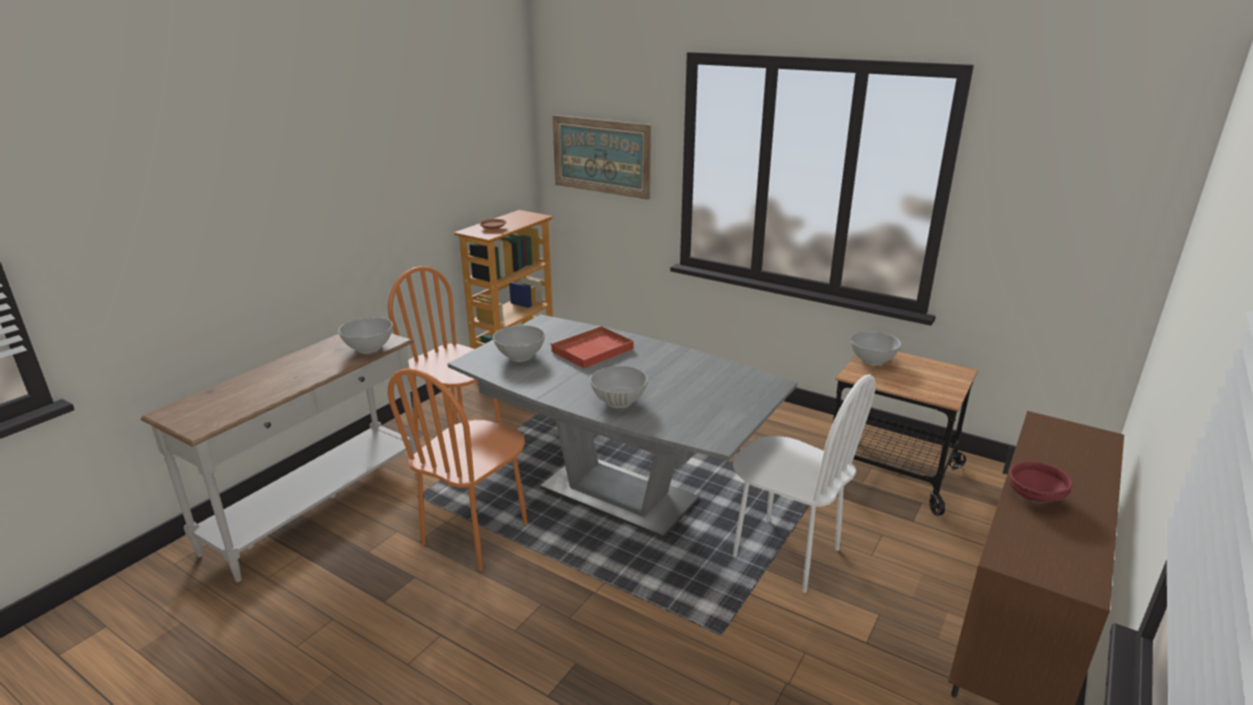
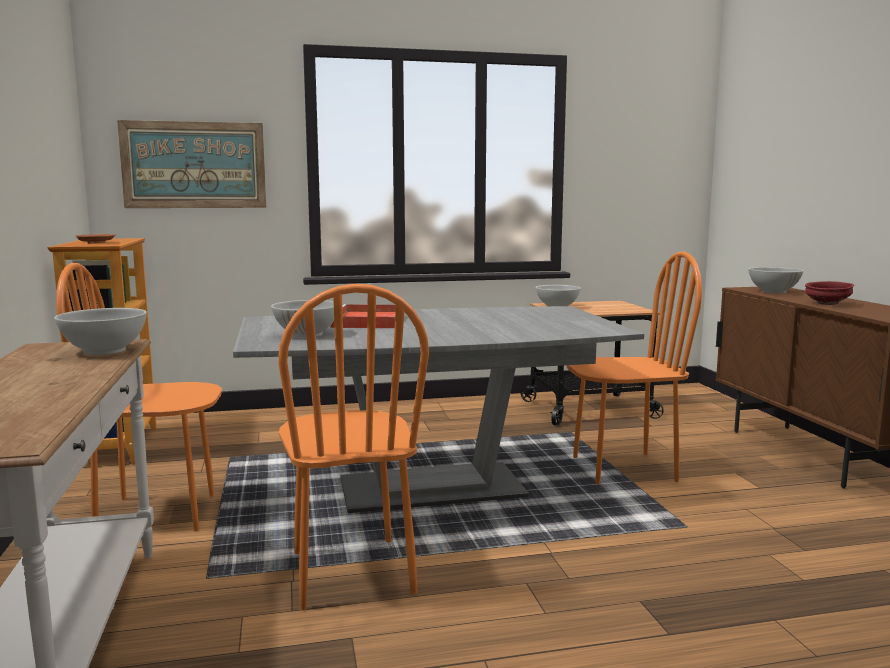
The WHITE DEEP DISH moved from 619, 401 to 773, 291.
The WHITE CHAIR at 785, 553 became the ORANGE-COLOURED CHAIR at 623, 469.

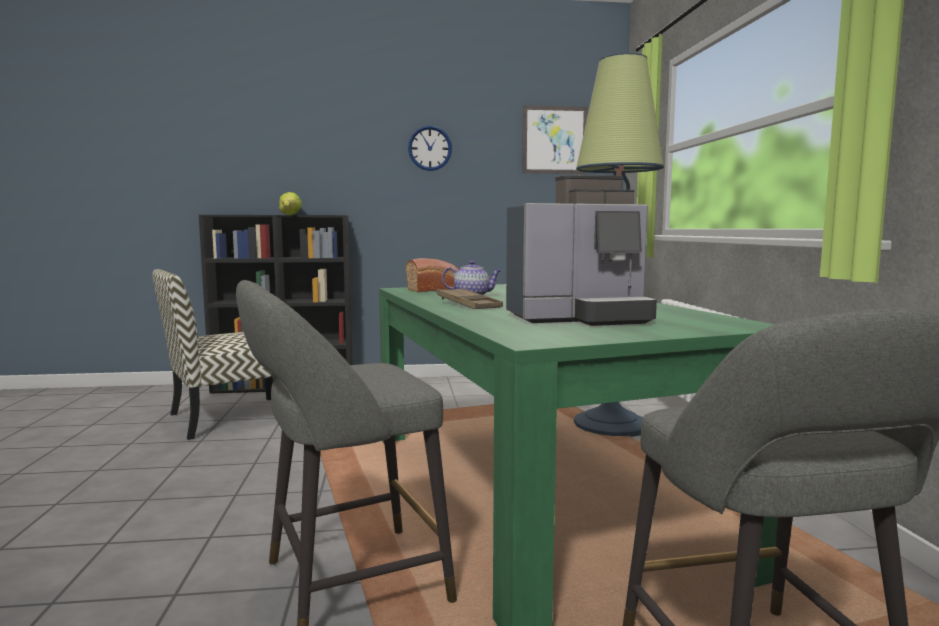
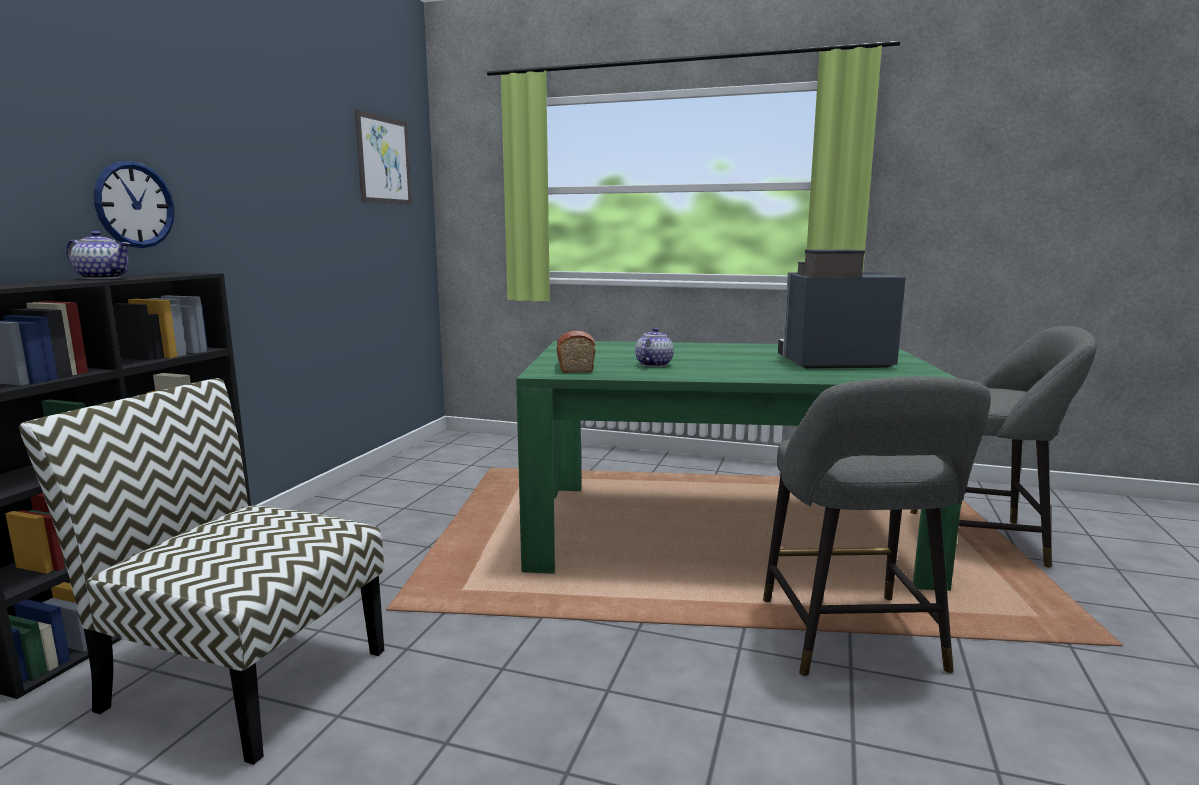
The FLOOR LAMP at 610, 425 disappeared.
The WALL CLOCK moved from 430, 148 to 135, 205.
The COFFEE BREWER at 580, 318 turned 105 degrees counterclockwise.
The HEAD OF LETTUCE at 290, 214 was replaced by the POT FOR TEA at 104, 278.
The CHAIR at 231, 417 turned 120 degrees clockwise.
The BROWN-COLOURED CARRYING TRAY at 468, 305 disappeared.

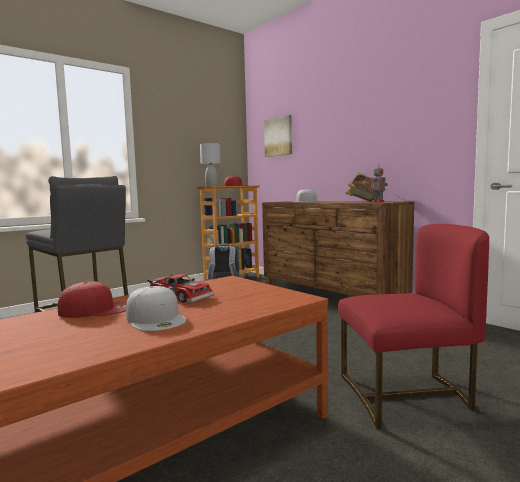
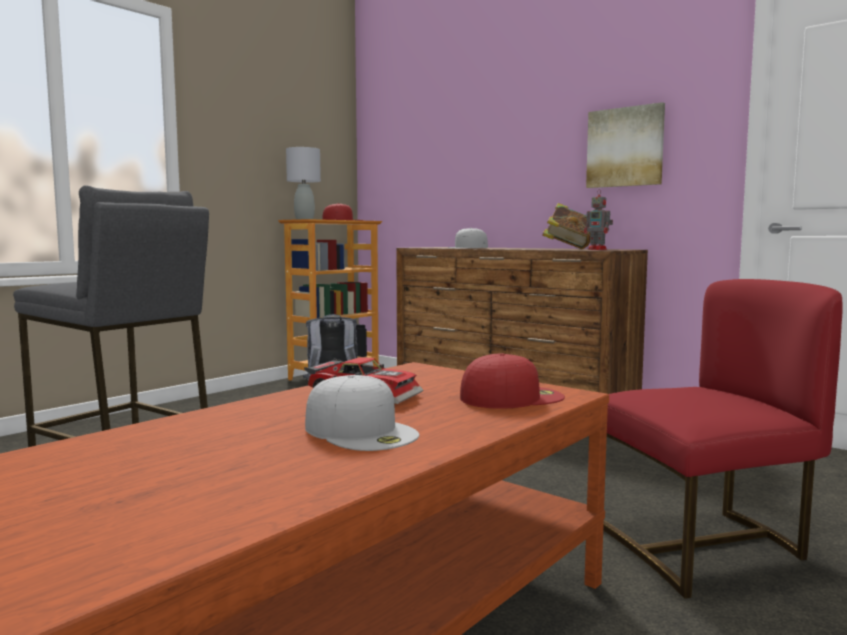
The WALL PICTURE moved from 278, 136 to 625, 147.
The RED PEAKED CAP moved from 96, 309 to 512, 397.

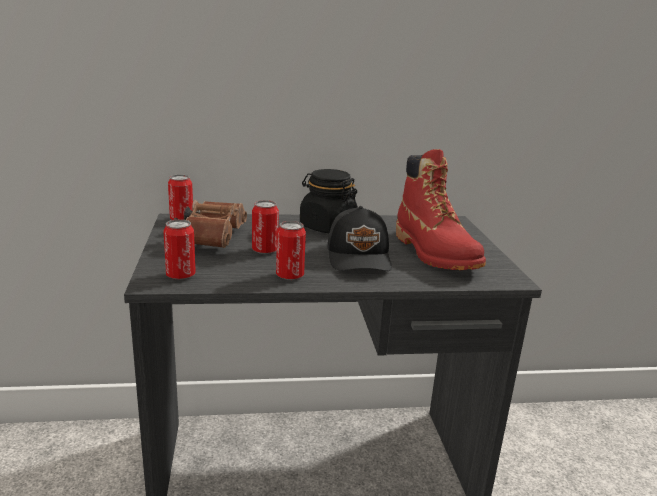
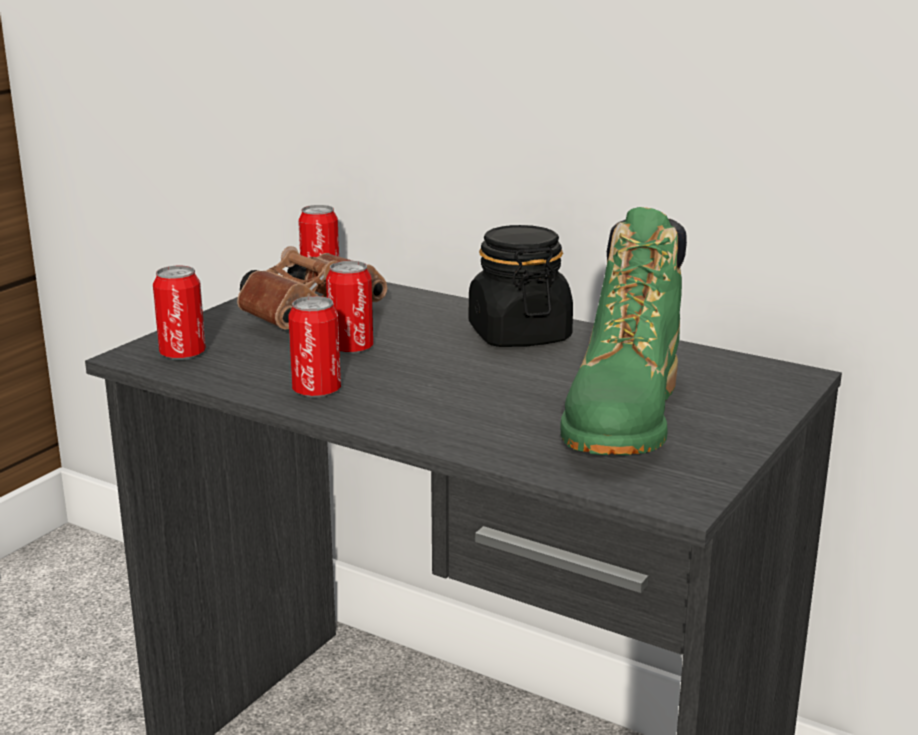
The RED HIGH-TOP BOOT at 435, 253 became the GREEN-COLOURED HIGH-TOP BOOT at 623, 419.
The BLACK-COLOURED PEAKED CAP at 360, 257 disappeared.

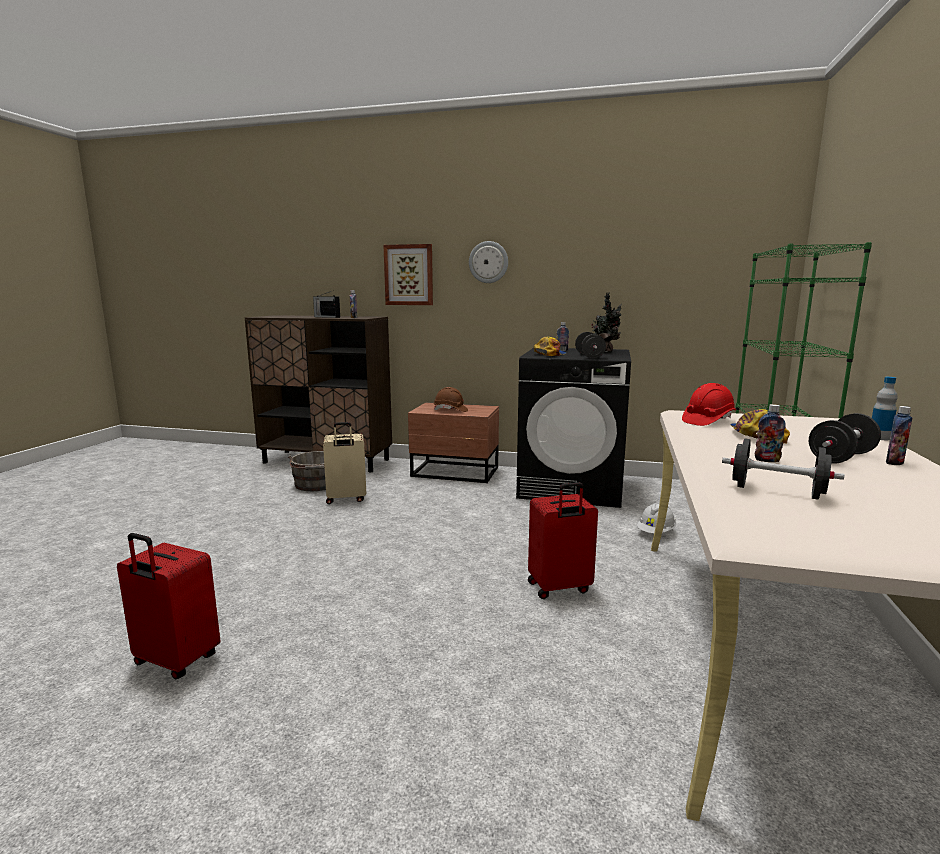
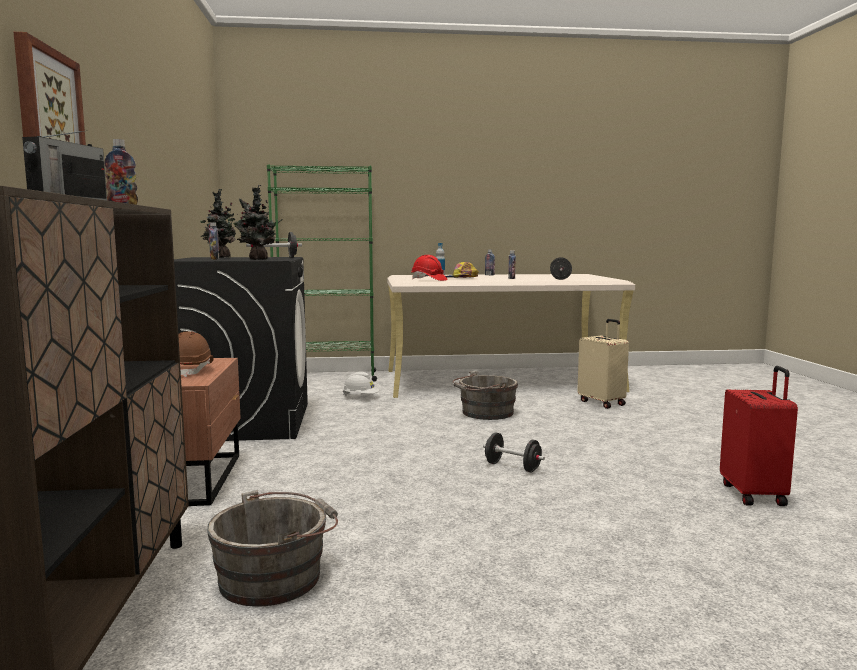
The WALL CLOCK at 488, 262 disappeared.
The PEAKED CAP at 549, 354 was replaced by the HOUSEPLANT at 257, 259.
The BLACK-COLOURED FREE WEIGHT moved from 841, 457 to 512, 467.
The BEIGE TRAVEL CASE moved from 346, 499 to 602, 403.
The RED TRAVEL CASE at 559, 588 was replaced by the GRAY PAIL at 484, 413.

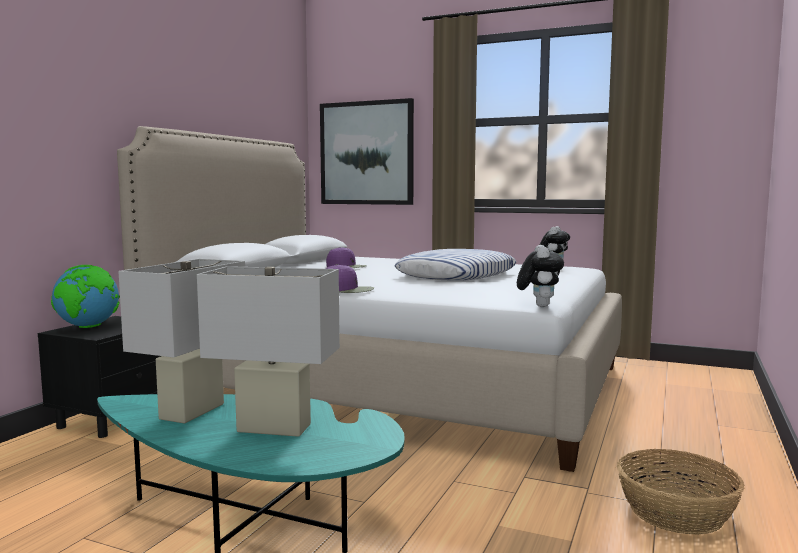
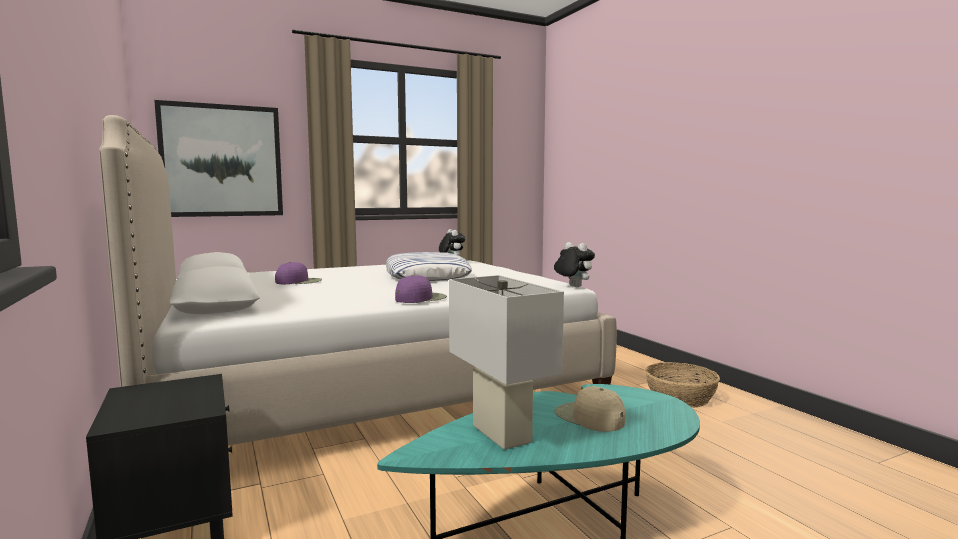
The WORLD GLOBE at 88, 327 disappeared.
The WHITE TABLETOP LAMP at 274, 428 was replaced by the BEIGE PEAKED CAP at 588, 417.

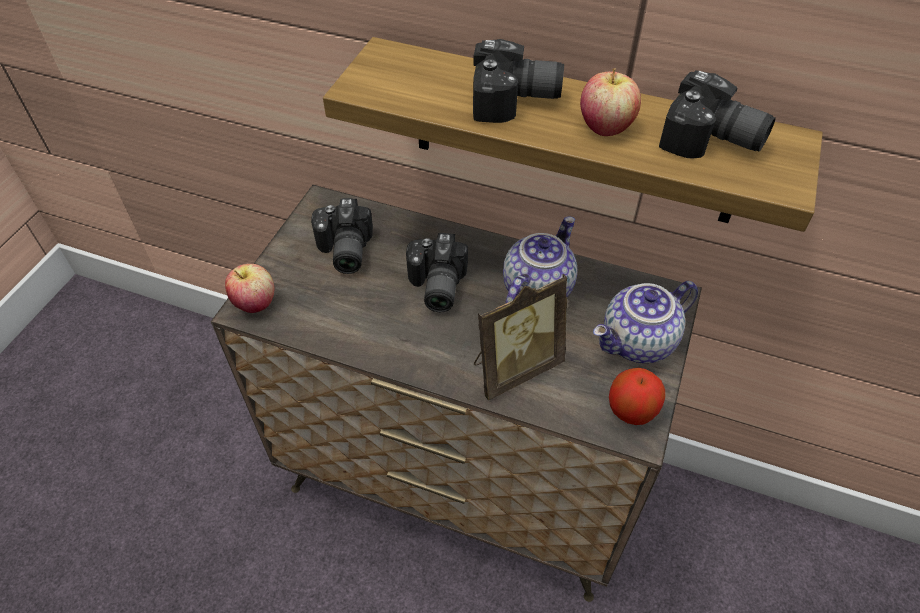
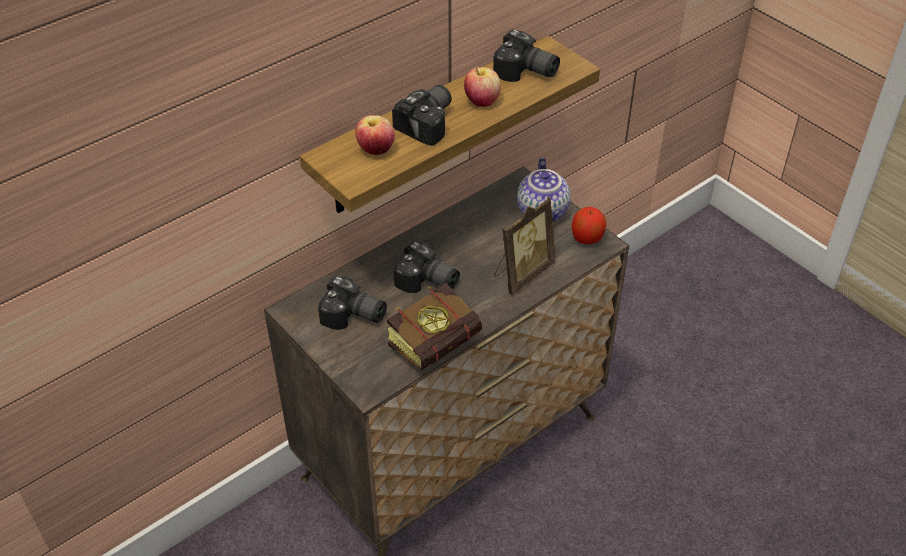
The STILL CAMERA at 711, 142 turned 60 degrees clockwise.
The POT FOR TEA at 536, 288 disappeared.
The APPLE FRUIT moved from 255, 303 to 376, 150.
The STANDING FRAME at 514, 367 turned 45 degrees clockwise.
The BOOK at 441, 341 appeared.

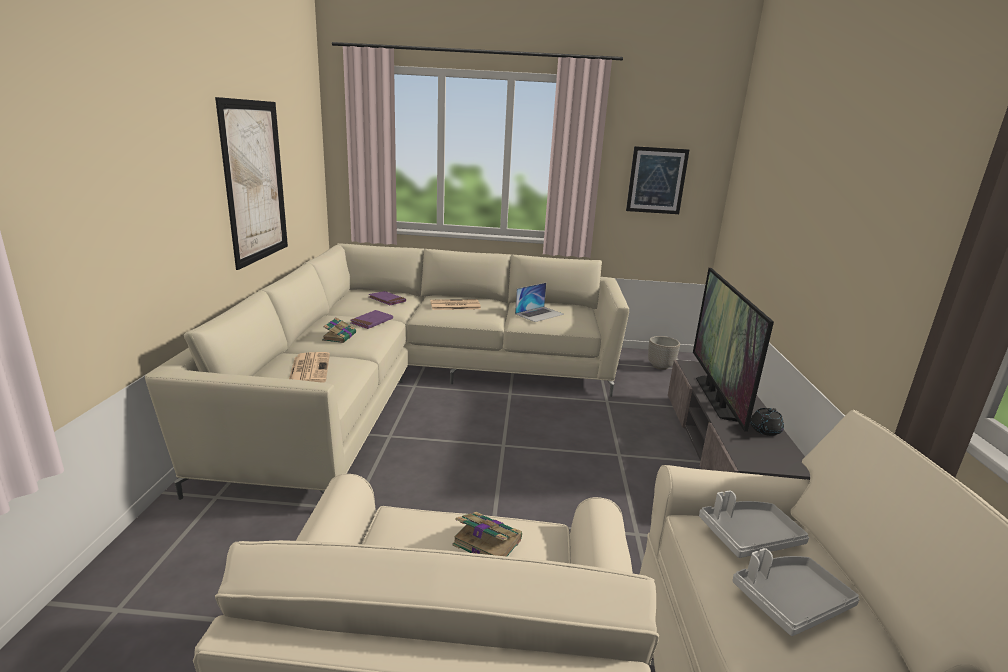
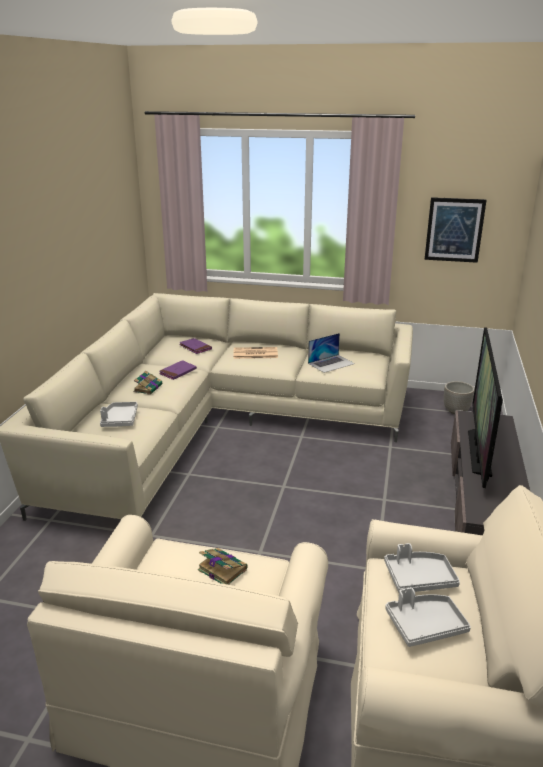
The WALL PICTURE at 255, 182 disappeared.
The DAILY PAPER at 309, 369 was replaced by the GRAY CARRYING TRAY at 120, 420.
The BLACK-COLOURED POT FOR TEA at 764, 430 disappeared.

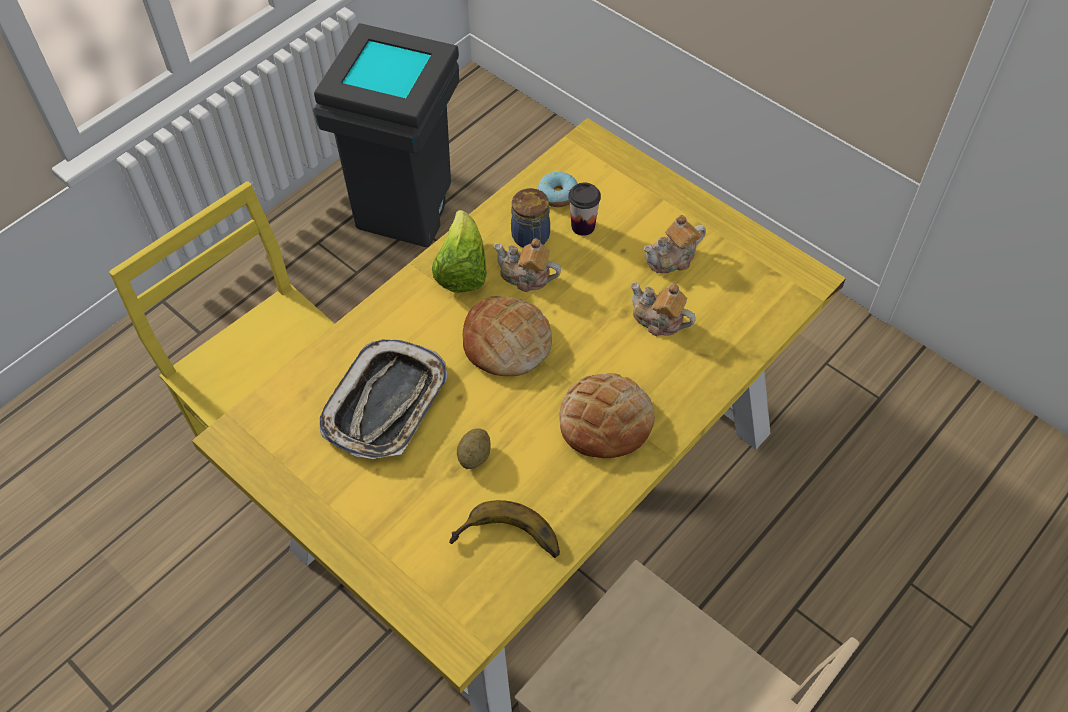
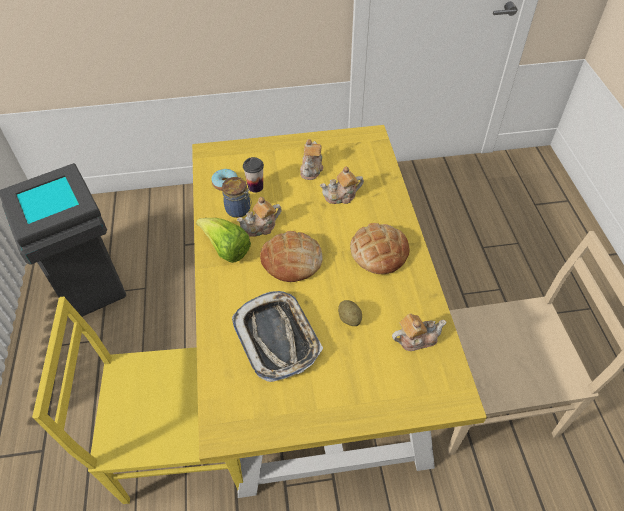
The BANANA at 507, 544 was replaced by the POT FOR TEA at 416, 339.

